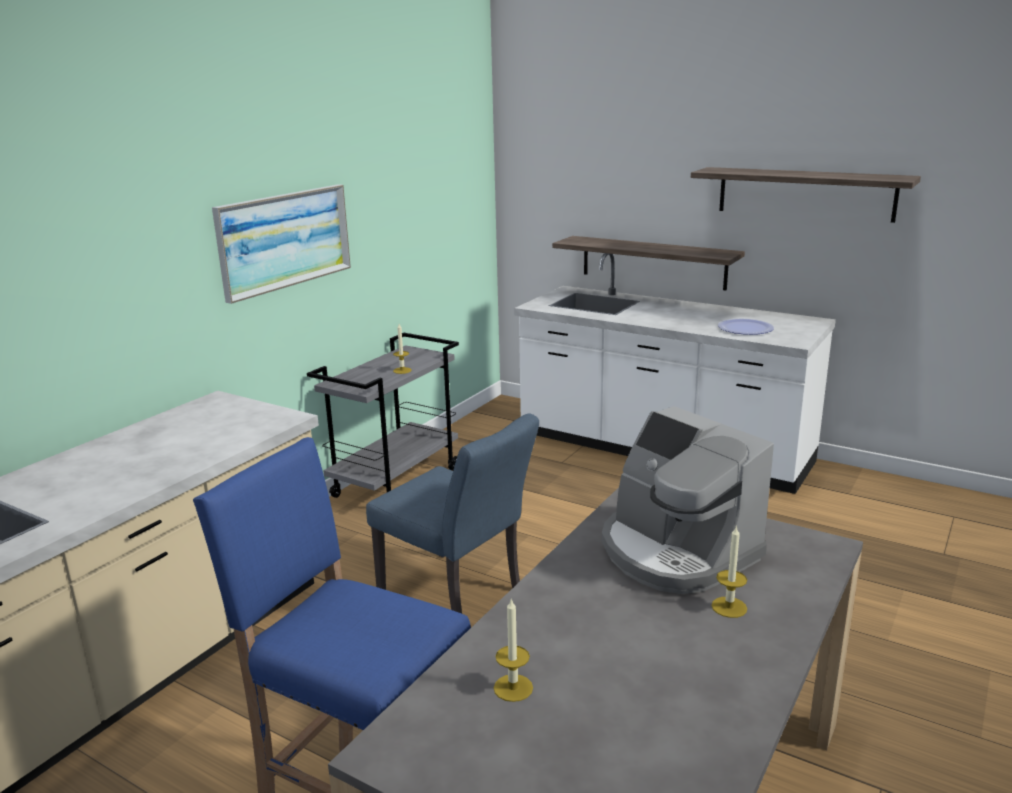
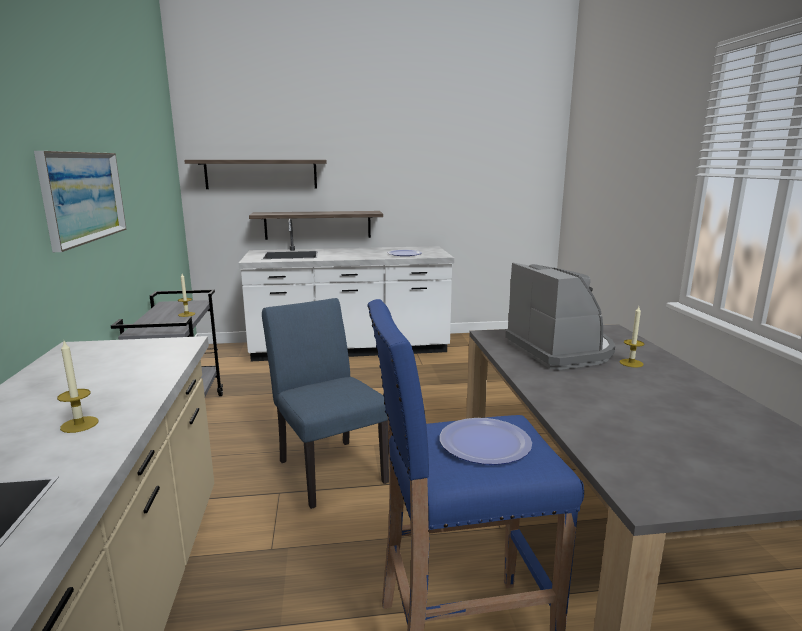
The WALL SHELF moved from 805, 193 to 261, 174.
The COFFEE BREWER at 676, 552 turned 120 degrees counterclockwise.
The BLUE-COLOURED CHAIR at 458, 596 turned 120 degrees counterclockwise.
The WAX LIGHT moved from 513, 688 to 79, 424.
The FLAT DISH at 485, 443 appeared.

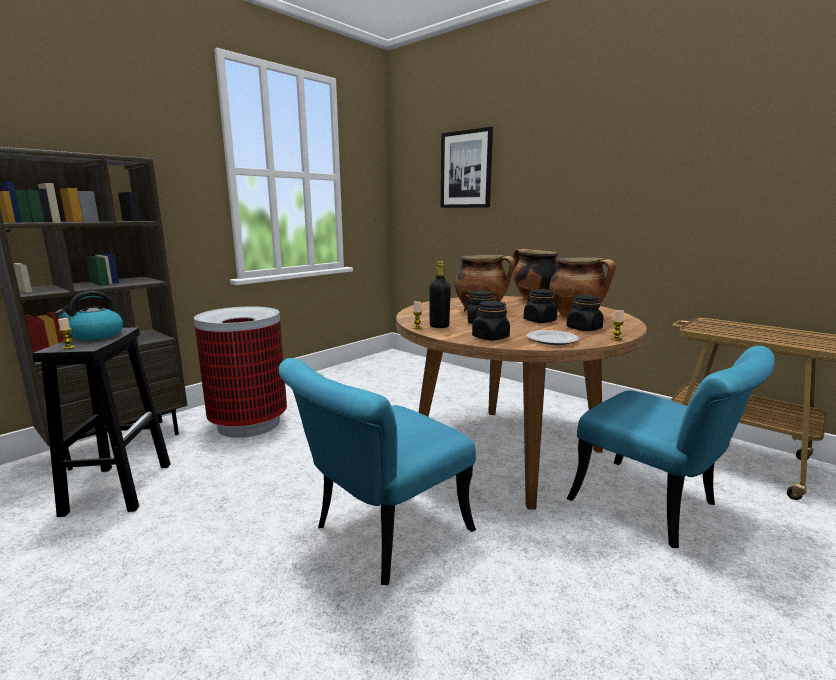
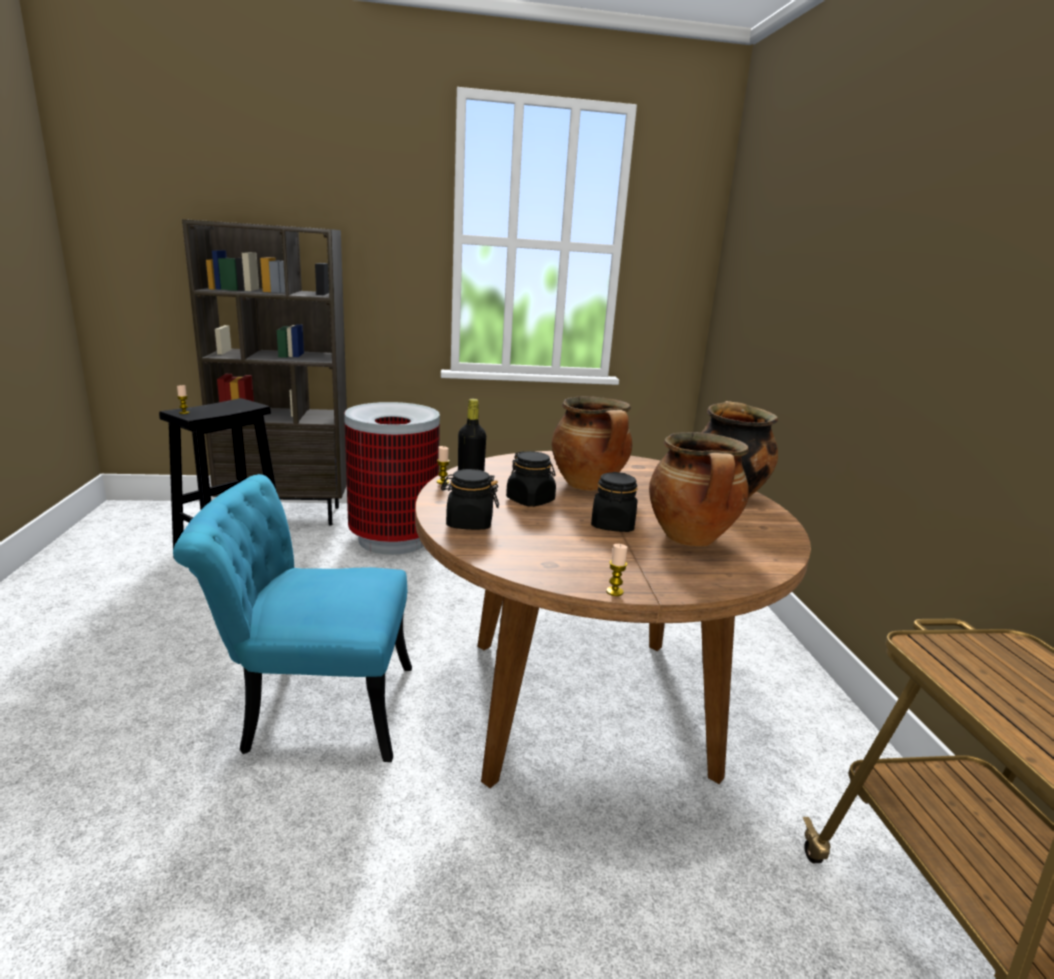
The WALL PICTURE at 466, 169 disappeared.
The KETTLE at 96, 335 disappeared.
The BLACK-COLOURED JAR at 583, 329 disappeared.
The FLAT DISH at 552, 340 disappeared.
The TURQUOISE-COLOURED CHAIR at 657, 508 disappeared.

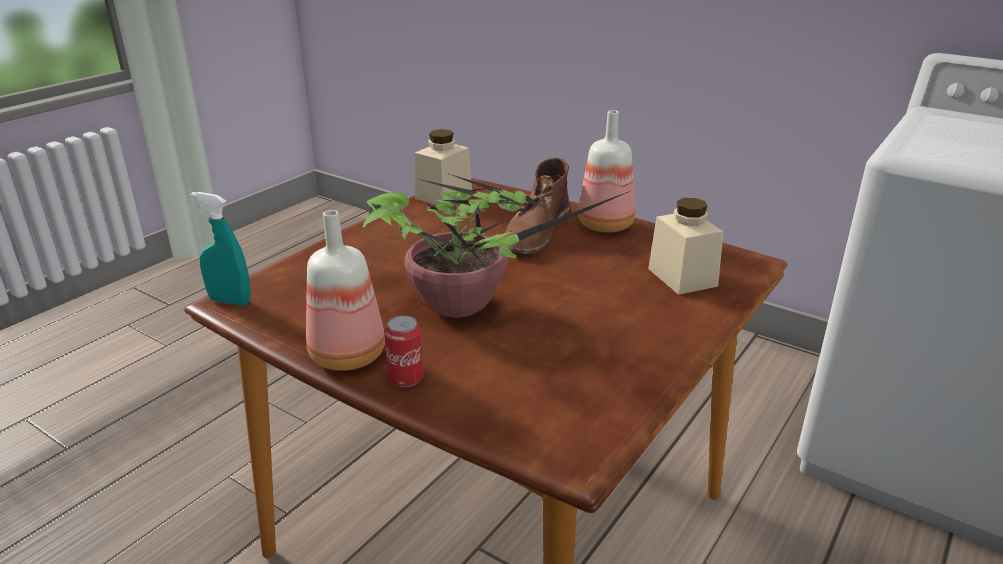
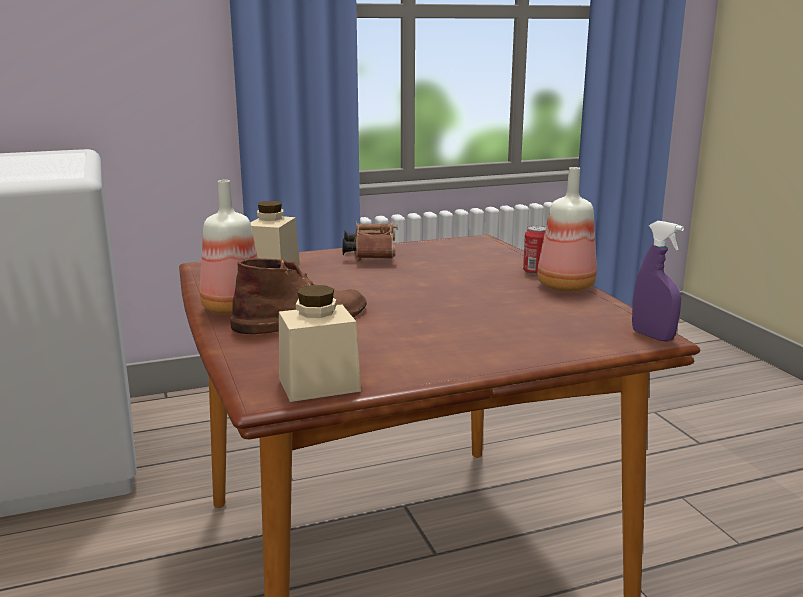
The HOUSEPLANT at 464, 304 disappeared.
The TURQUOISE-COLOURED SPRAYER at 230, 301 became the PURPLISH SPRAYER at 652, 336.
The BROWN-COLOURED BINOCULARS at 371, 255 appeared.

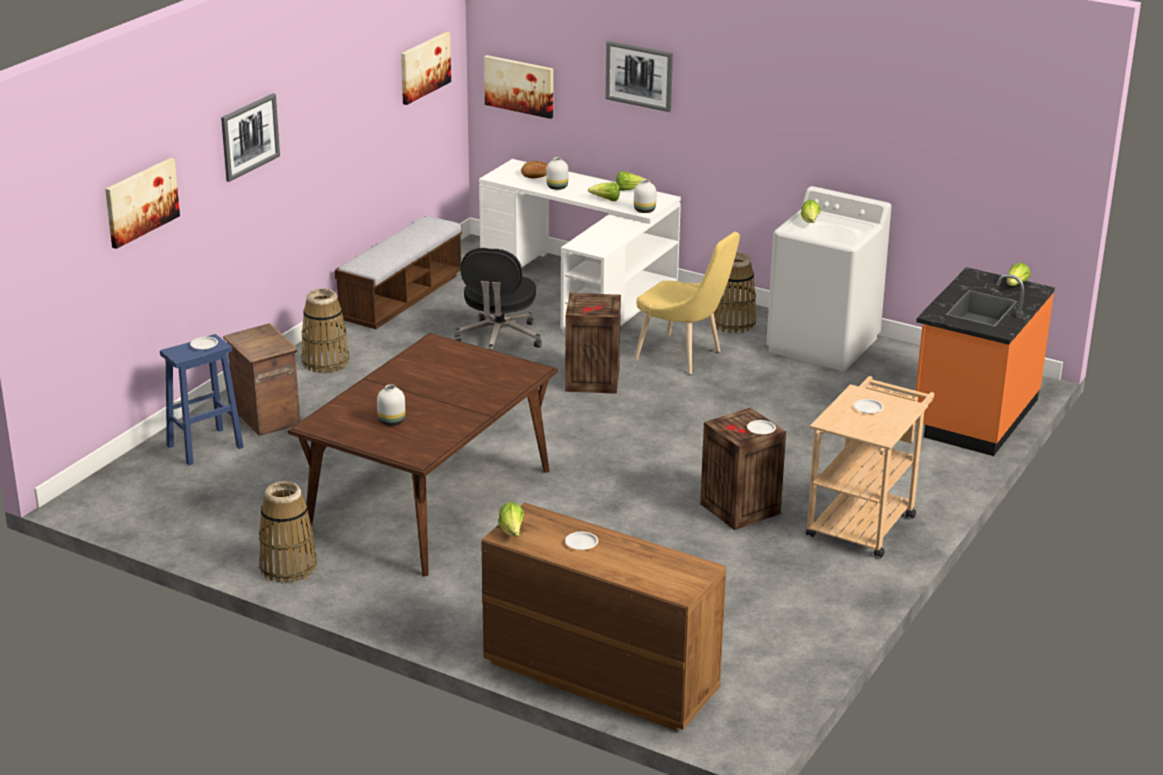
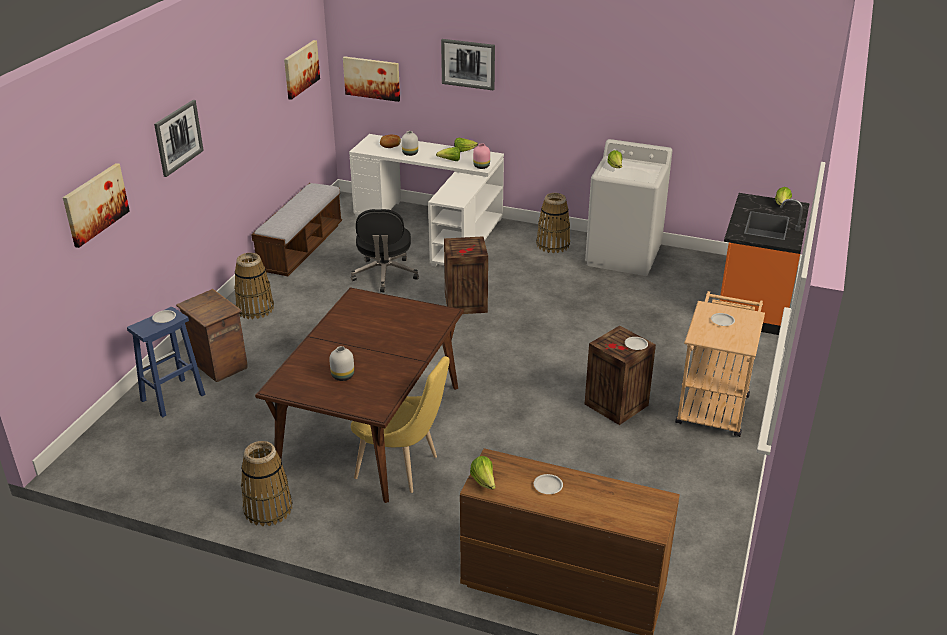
The WHITE DECORATIVE VASE at 644, 210 became the PINKISH DECORATIVE VASE at 481, 166.
The YELLOW CHAIR moved from 683, 357 to 402, 468.

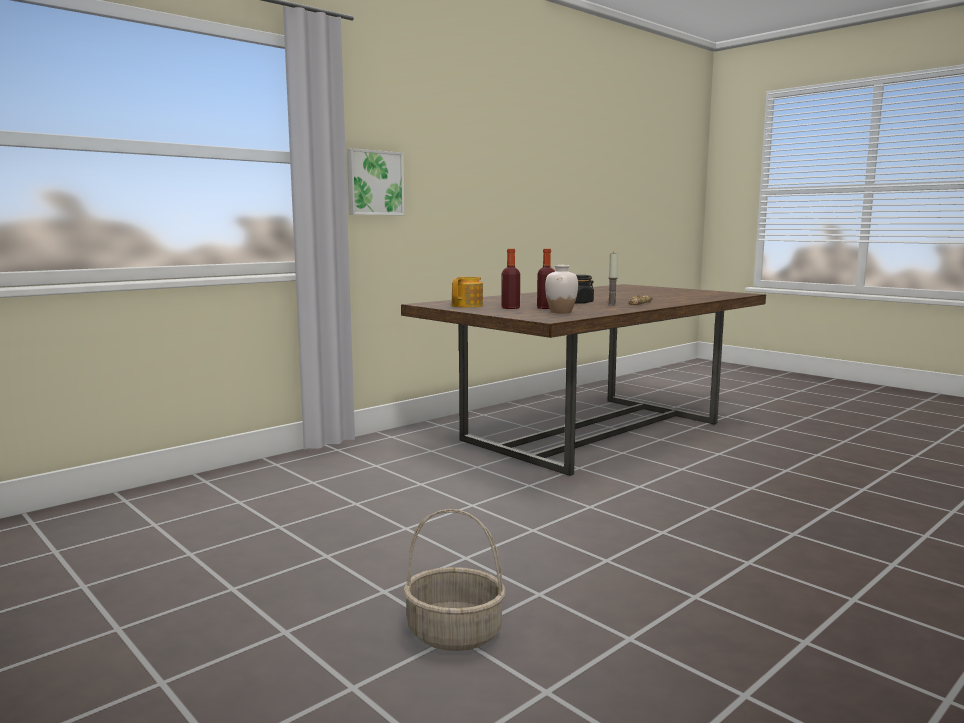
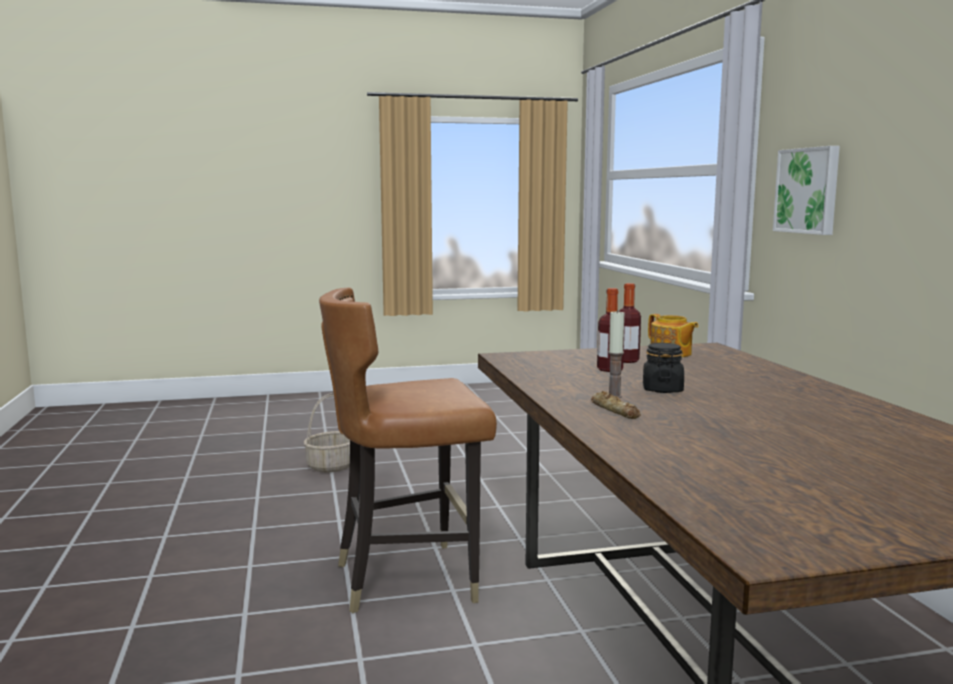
The WHITE DECORATIVE VASE at 561, 312 disappeared.
The BROWN-COLOURED CHAIR at 408, 579 appeared.

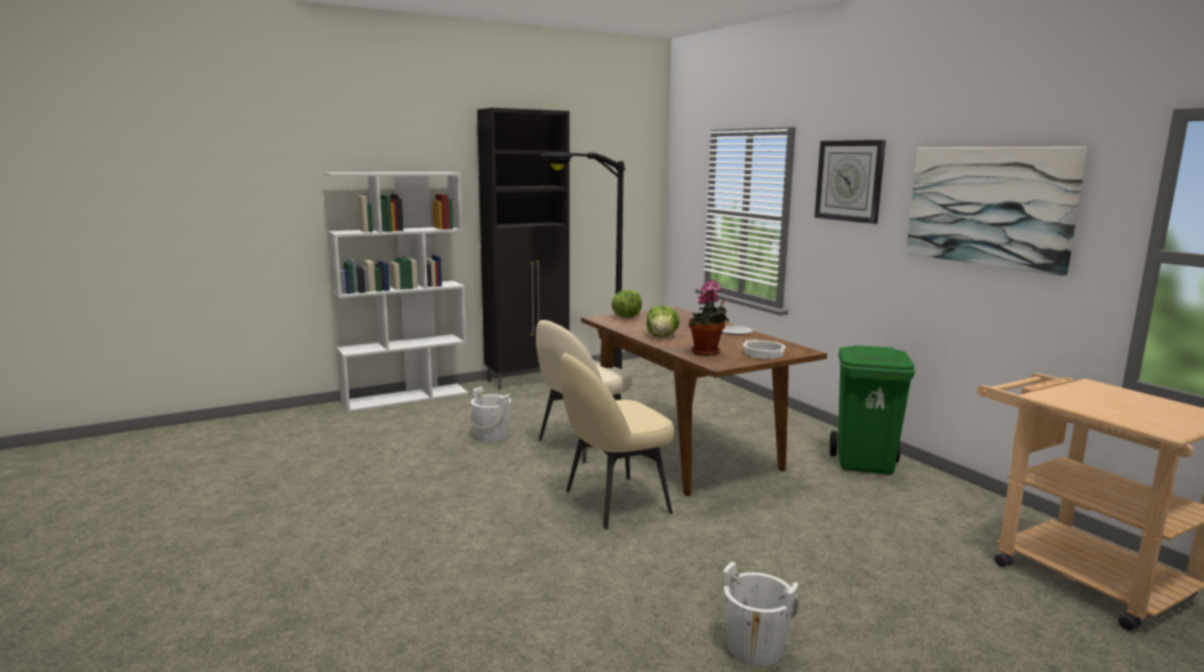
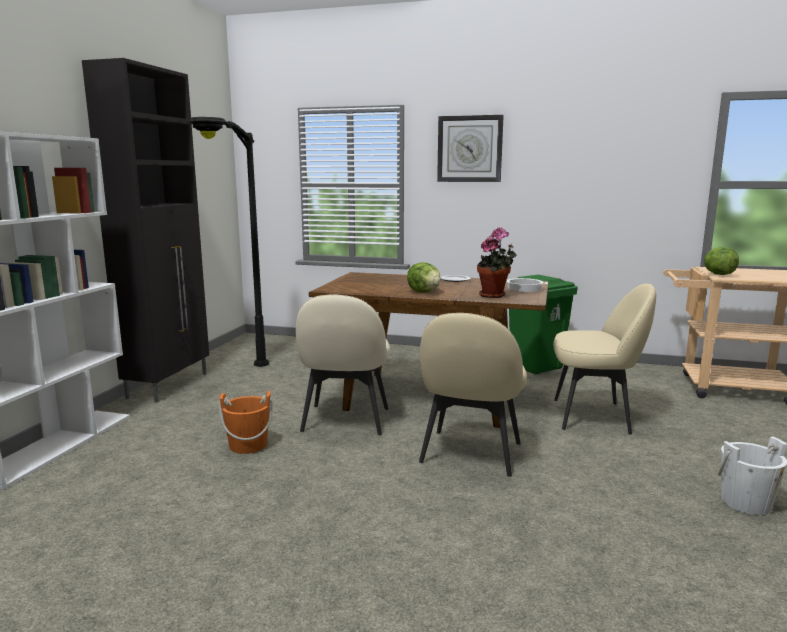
The WALL PICTURE at 988, 206 disappeared.
The HEAD OF LETTUCE moved from 626, 317 to 718, 274.
The WHITE PAIL at 491, 436 became the ORANGE-COLOURED PAIL at 248, 445.
The BEIGE CHAIR at 593, 416 appeared.

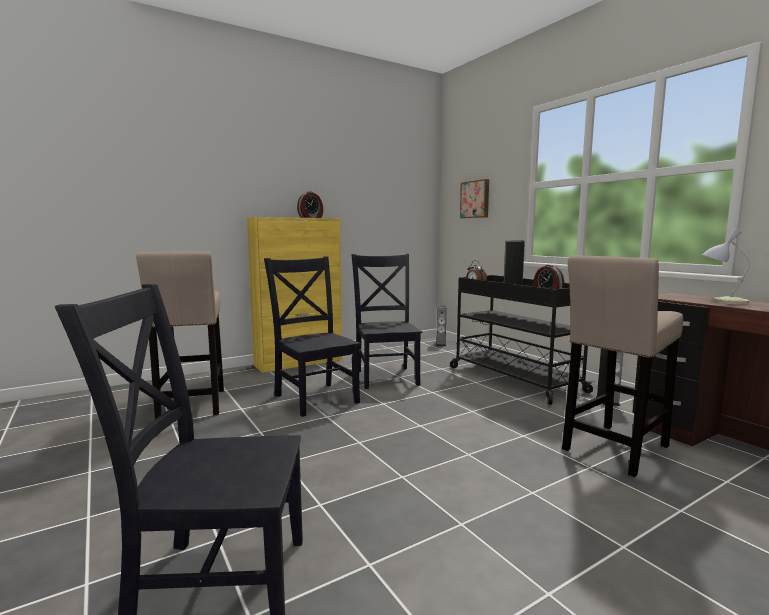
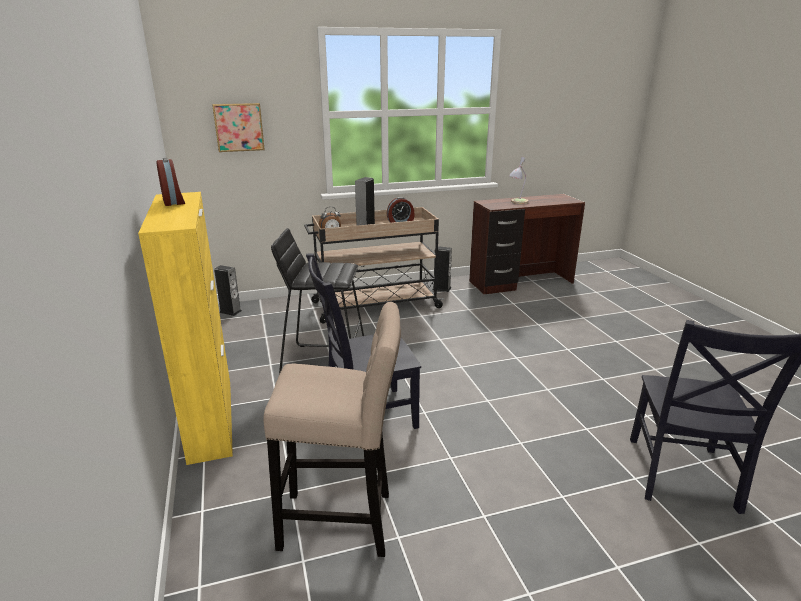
The BLACK-COLOURED CHAIR at 386, 376 was replaced by the BLACK-COLOURED STOOL at 324, 362.
The BEIGE STOOL at 613, 450 disappeared.
The BLACK-COLOURED TROLLEY at 513, 378 became the BEIGE TROLLEY at 374, 305.

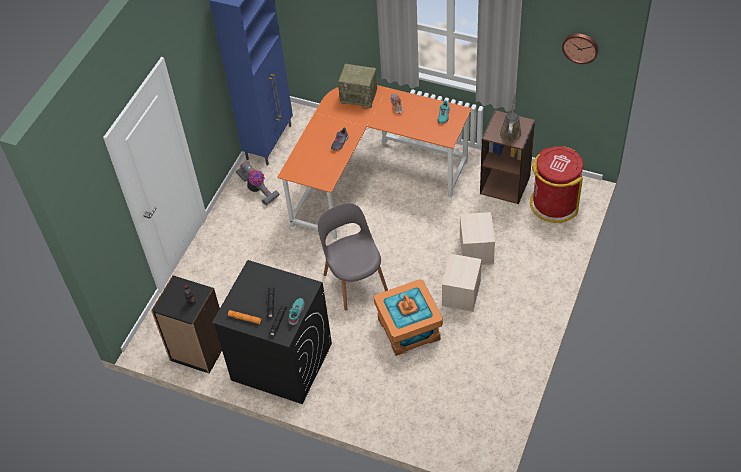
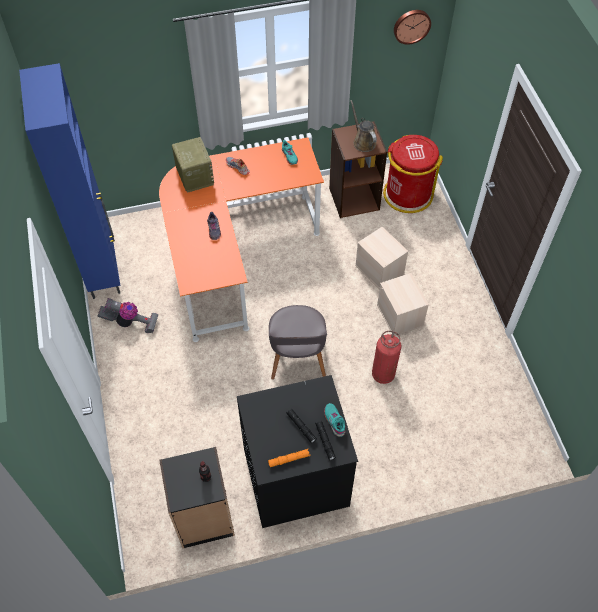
The RADIO SET at 359, 96 turned 90 degrees counterclockwise.
The GRAY CHAIR at 354, 280 turned 120 degrees counterclockwise.
The ORANGE-COLOURED STORAGE BOX at 408, 329 was replaced by the FIRE-FIGHTING CYLINDER at 383, 374.

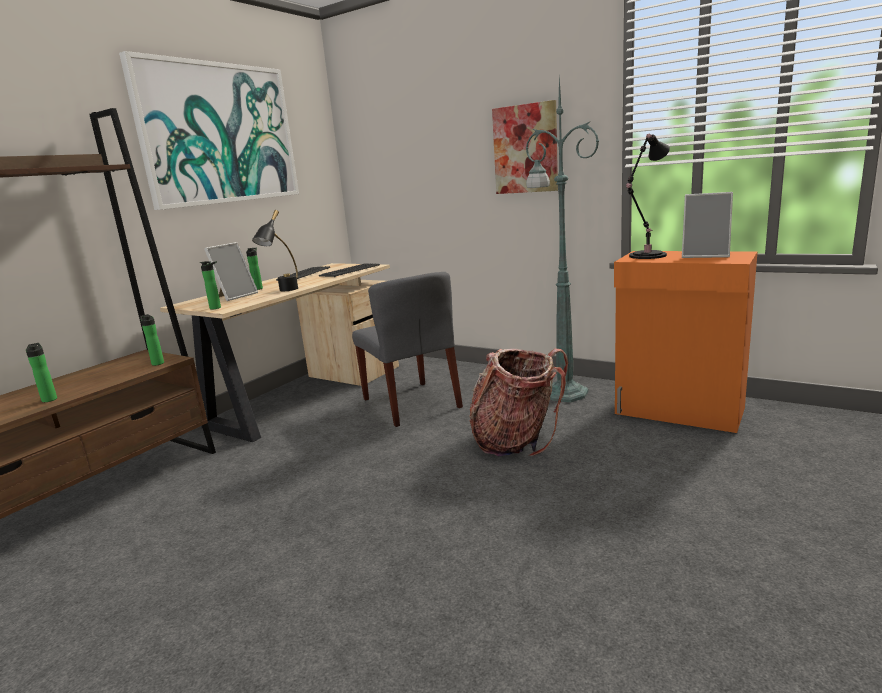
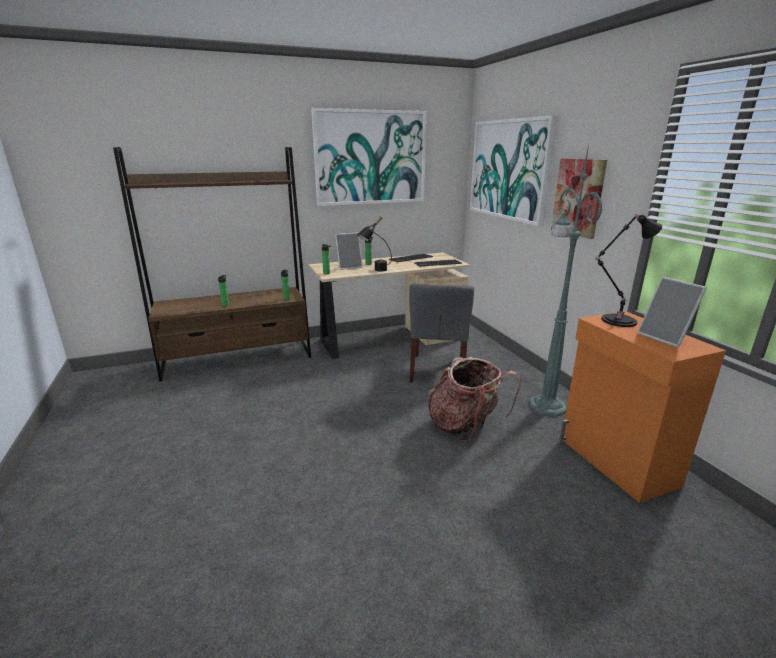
The WALL PICTURE at 509, 169 appeared.

